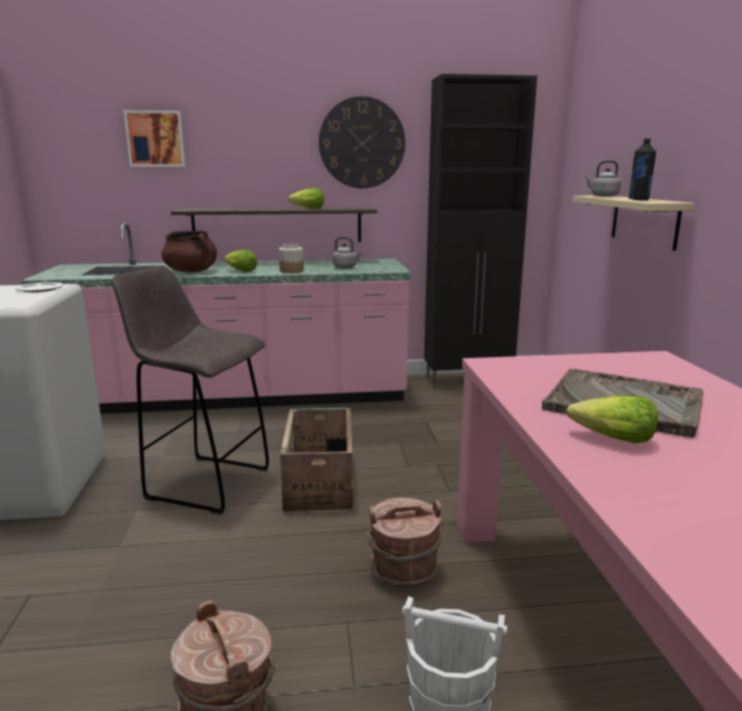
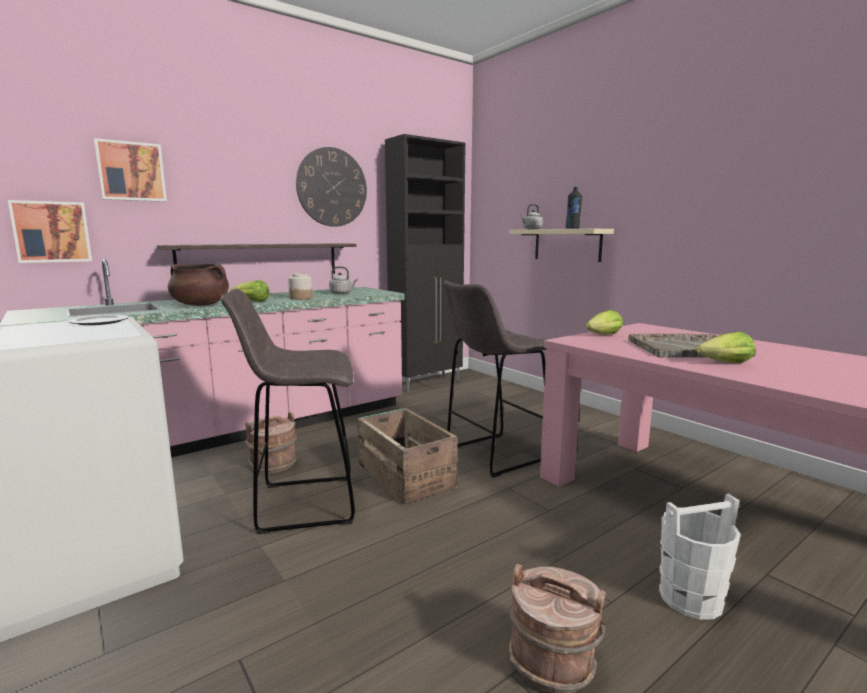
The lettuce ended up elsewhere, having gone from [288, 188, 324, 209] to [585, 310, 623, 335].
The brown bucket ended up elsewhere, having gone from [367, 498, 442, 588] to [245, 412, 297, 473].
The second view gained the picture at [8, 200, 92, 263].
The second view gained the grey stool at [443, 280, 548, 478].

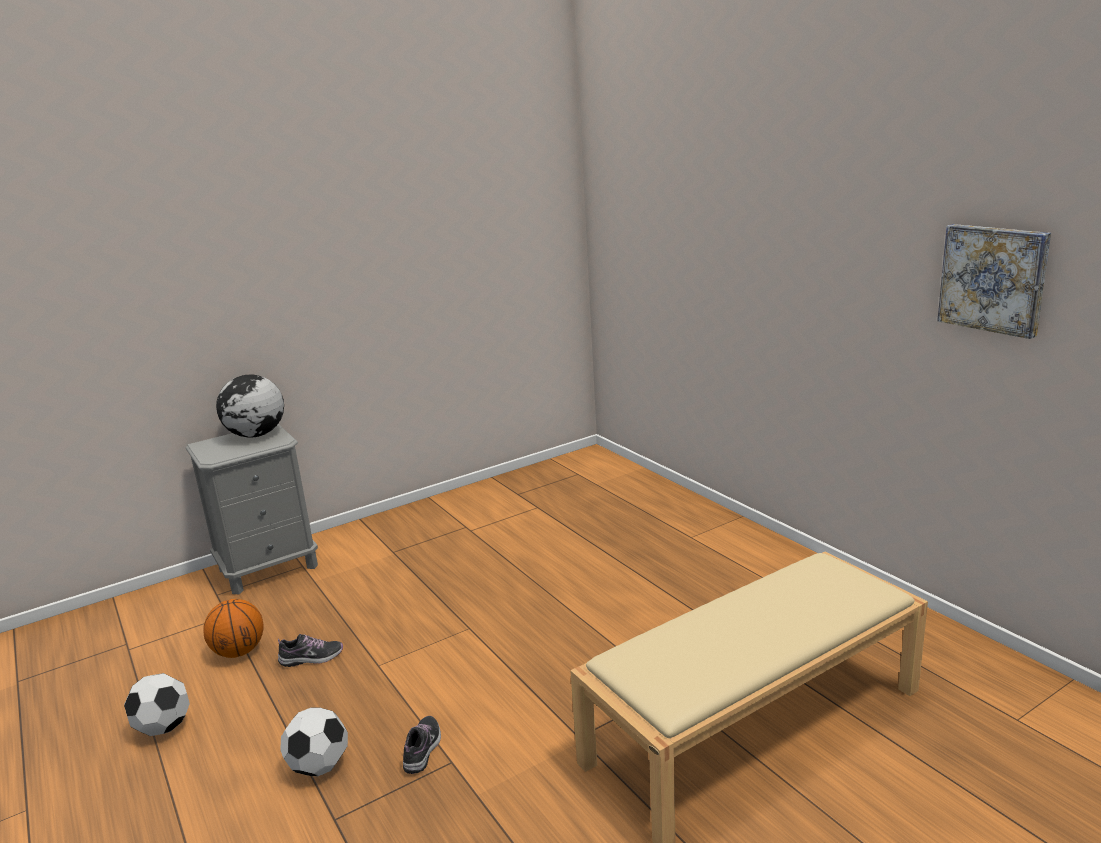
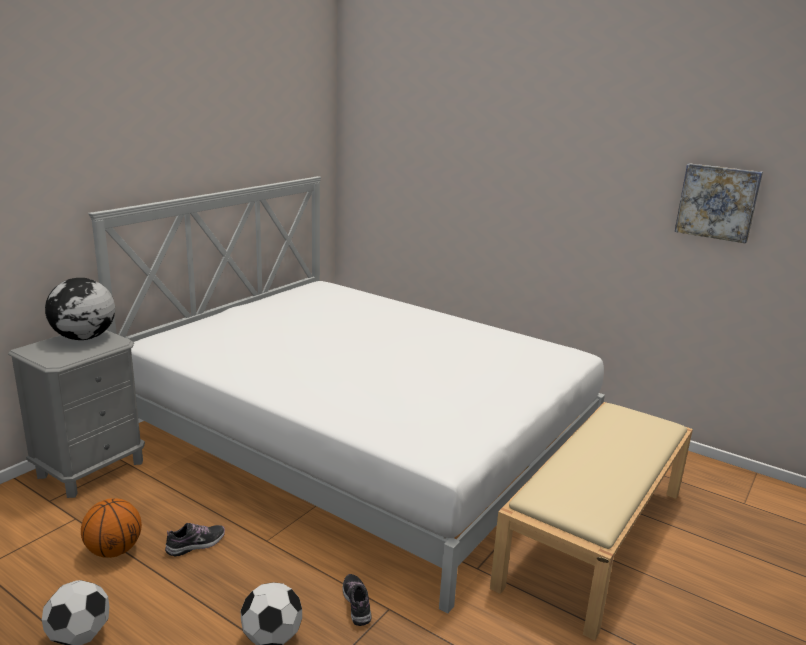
The second view gained the white bed at [88, 176, 605, 614].

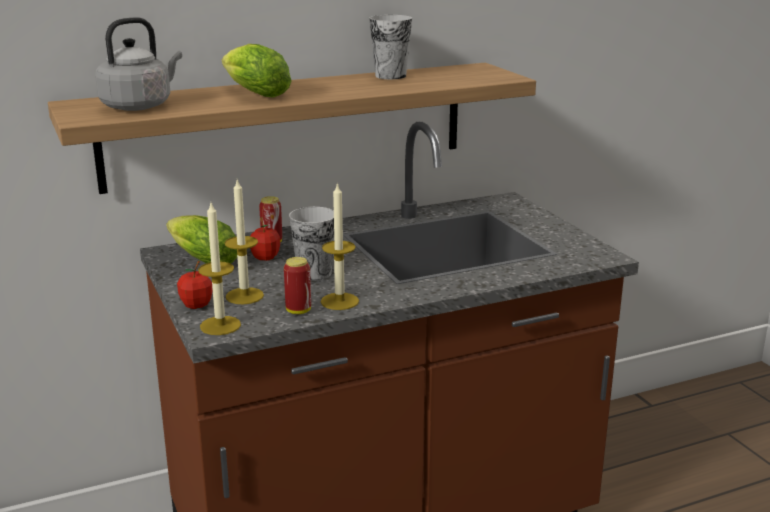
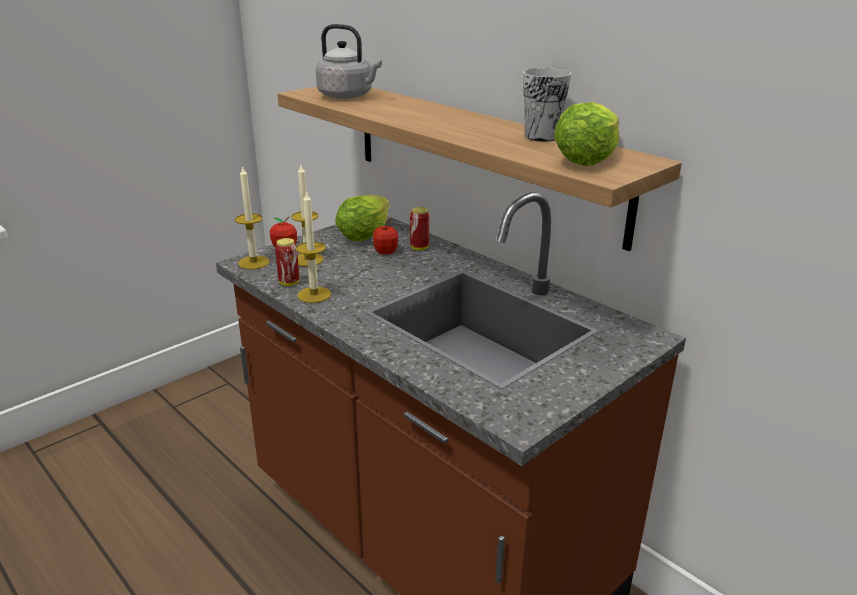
The lettuce ended up elsewhere, having gone from [222, 44, 292, 98] to [554, 102, 619, 166].
The second view lost the cup at [289, 207, 334, 280].

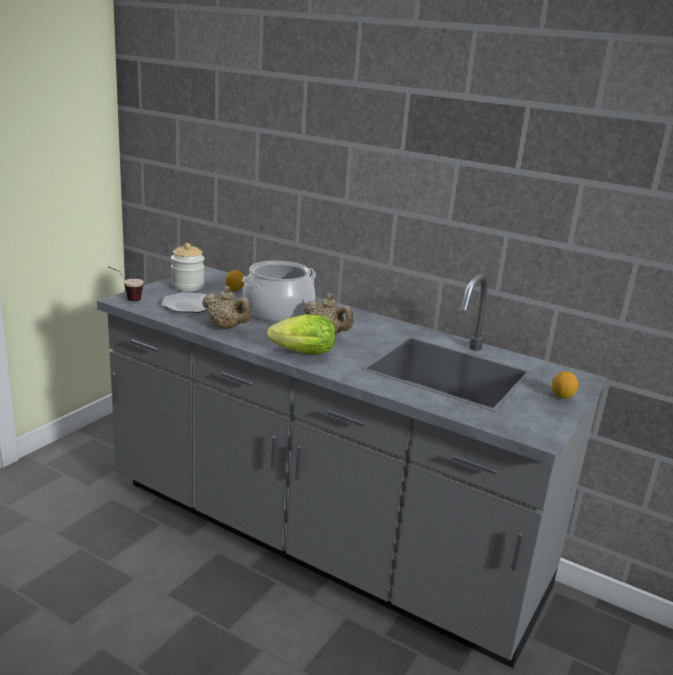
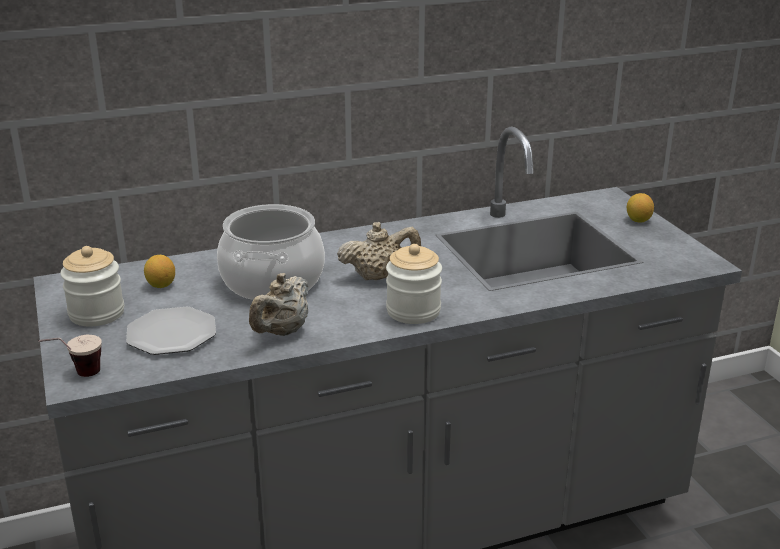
The beige teapot at [202, 286, 252, 329] ended up facing another way, 135 degrees clockwise from before.
Where the lettuce stood at [267, 314, 335, 355], the jar came to stand at [386, 244, 442, 324].

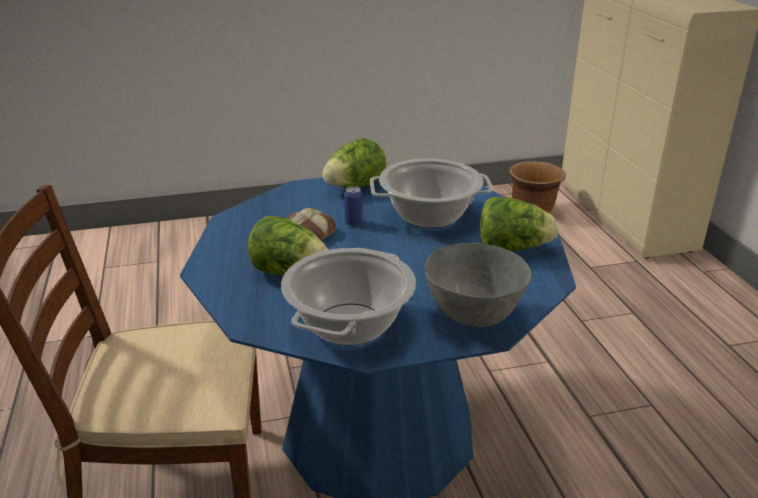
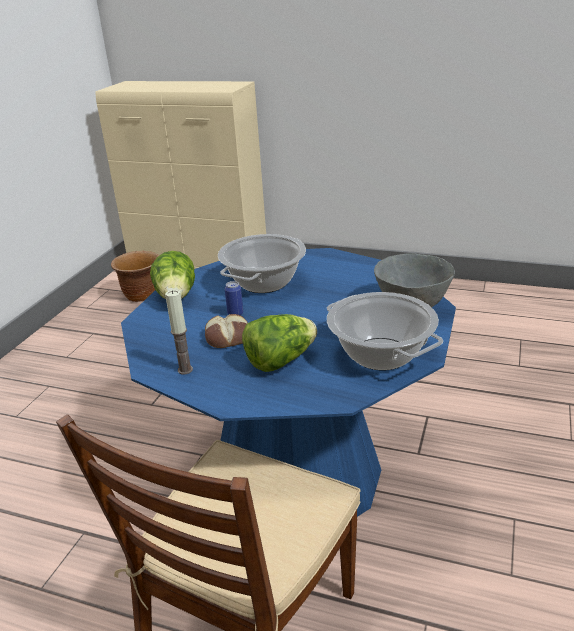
The second view lost the lettuce at [480, 197, 559, 251].
The second view gained the candle at [165, 290, 193, 374].

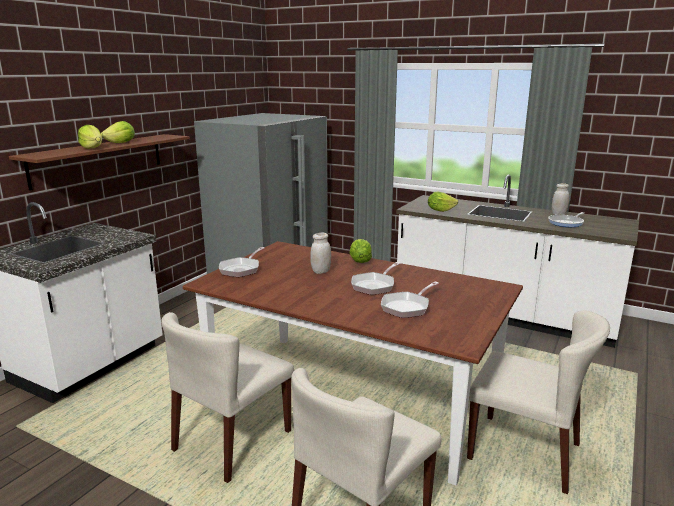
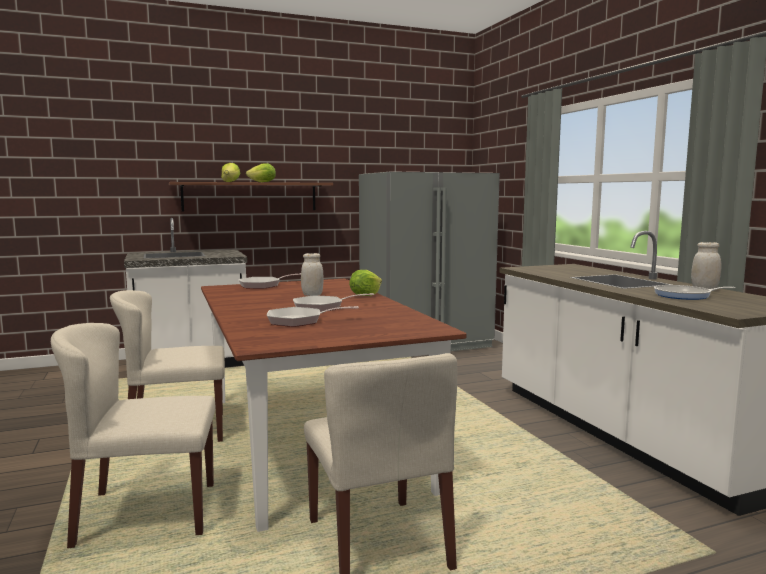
The second view lost the lettuce at [428, 192, 458, 212].

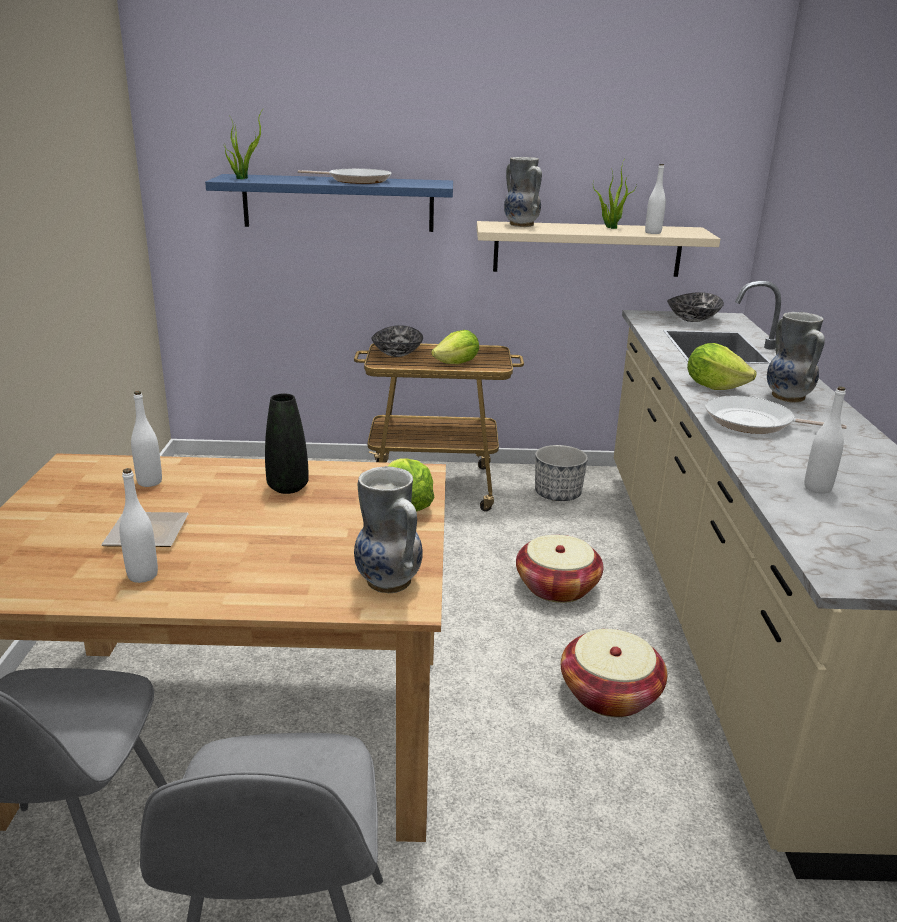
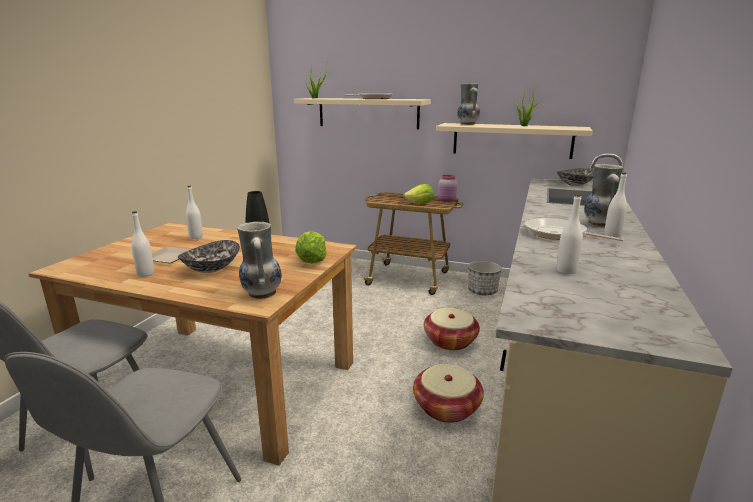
The white bottle ended up elsewhere, having gone from [645, 164, 666, 234] to [604, 173, 627, 238].
What was the blue shelf at [205, 174, 453, 232] turned into the beige shelf at [294, 98, 431, 129].
The bowl ended up elsewhere, having gone from [371, 325, 423, 357] to [178, 240, 240, 273].
The second view lost the lettuce at [687, 343, 757, 390].
The second view gained the pink jar at [438, 175, 457, 202].

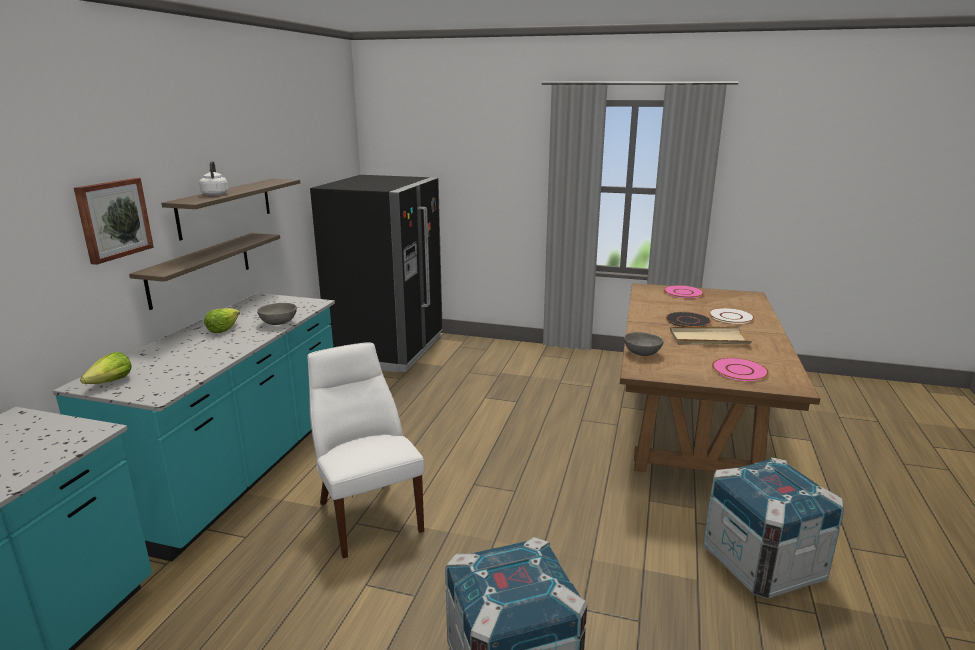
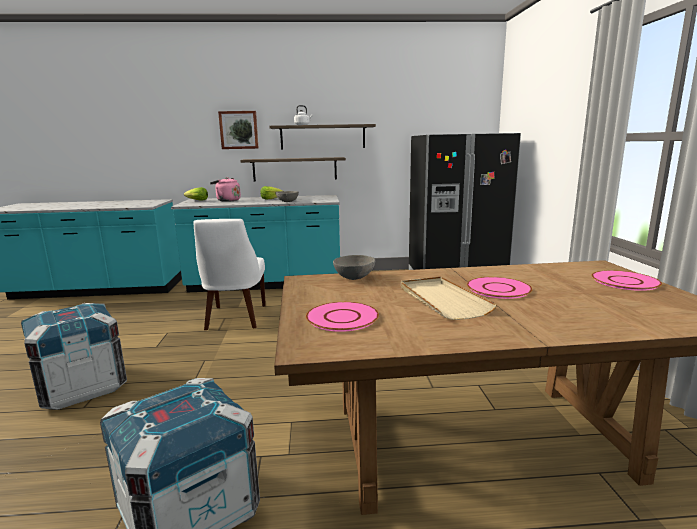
The second view lost the white plate at [709, 308, 755, 324].
What was the black plate at [666, 312, 711, 327] turned into the pink plate at [467, 277, 533, 299].
The white chair at [308, 342, 425, 558] ended up facing another way, 135 degrees clockwise from before.
The second view gained the pink kettle at [210, 177, 241, 202].

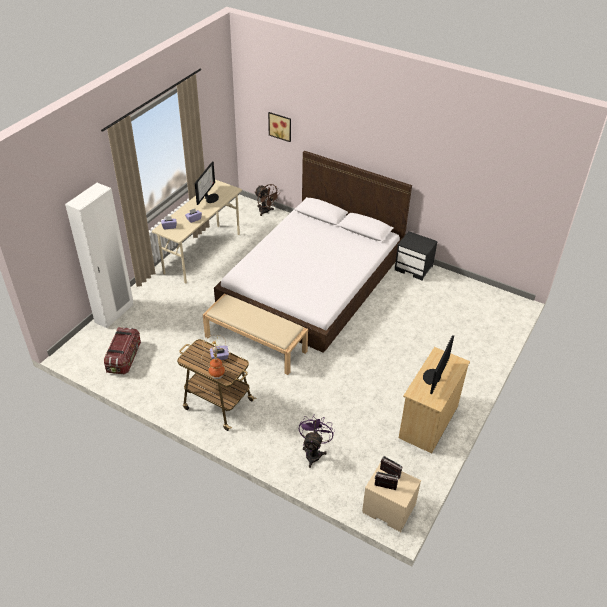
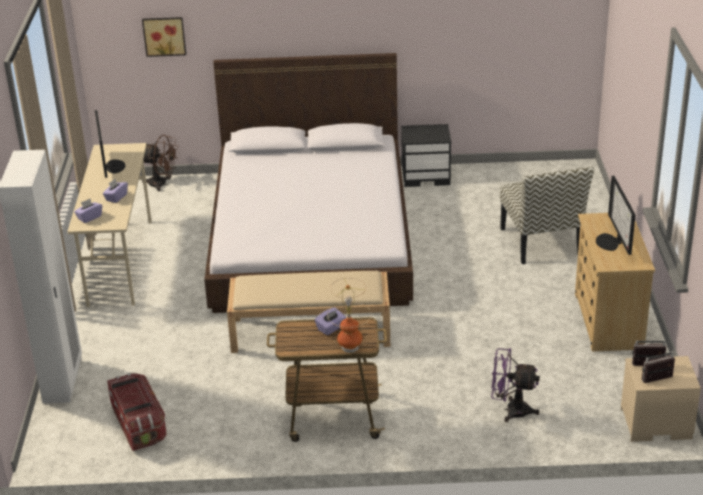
The purple fan at [299, 414, 335, 468] ended up facing another way, 60 degrees counterclockwise from before.
The second view gained the chair at [500, 167, 594, 264].

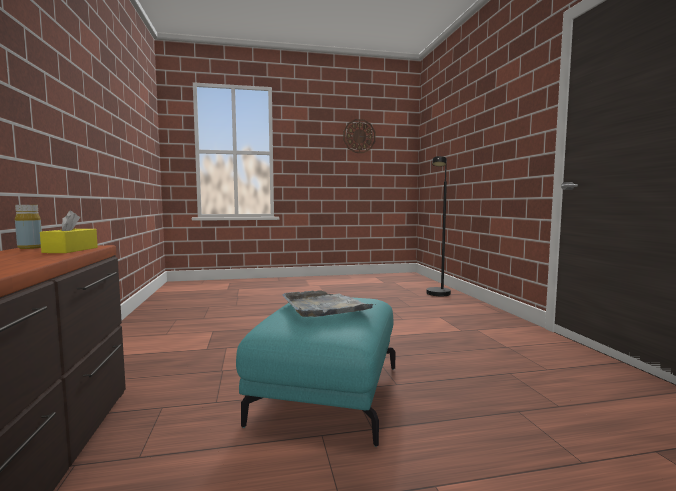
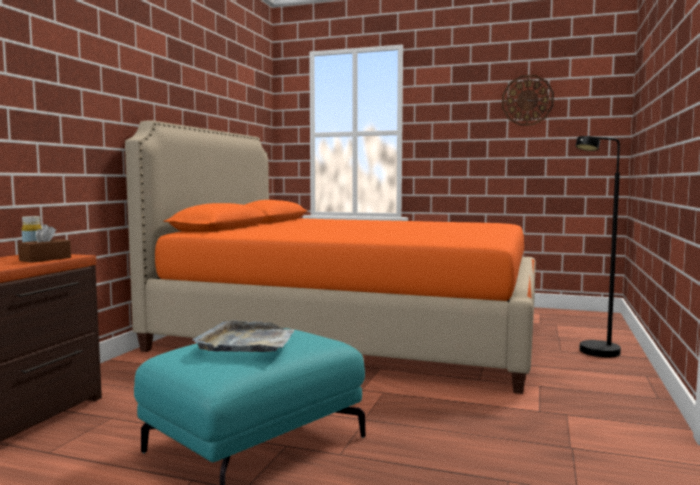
What was the yellow tissue box at [40, 211, 98, 253] turned into the brown tissue box at [18, 224, 71, 263].
The second view gained the orange bed at [125, 121, 536, 394].

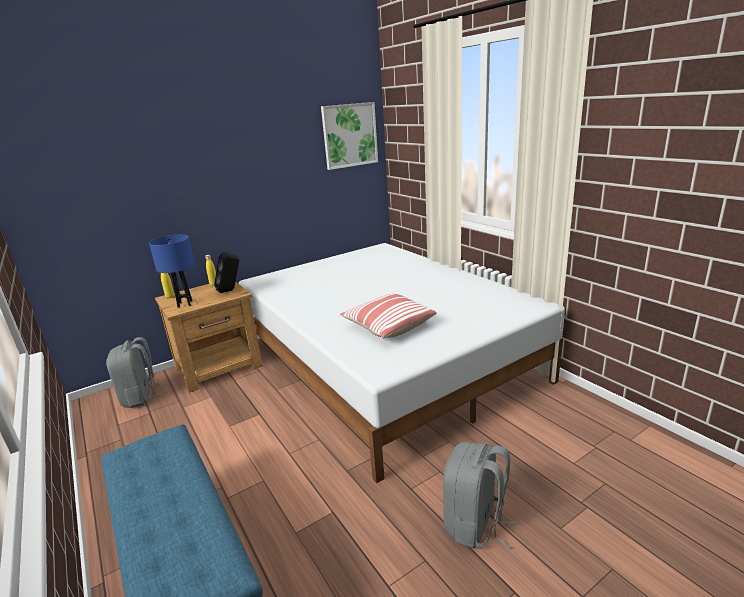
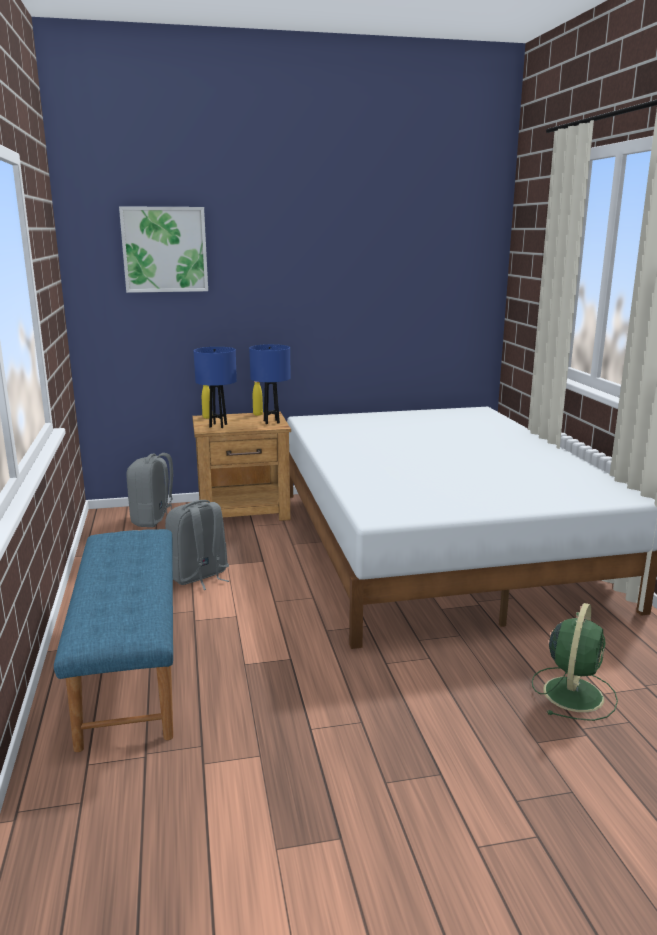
The picture ended up elsewhere, having gone from [321, 102, 378, 170] to [119, 206, 208, 293].
Where the black speaker stood at [214, 252, 239, 293], the blue table lamp came to stand at [249, 344, 291, 424].
The second view lost the pillow at [340, 293, 437, 339].
The grey backpack ended up elsewhere, having gone from [443, 442, 518, 549] to [165, 500, 229, 590].
The second view gained the green fan at [532, 603, 618, 721].

